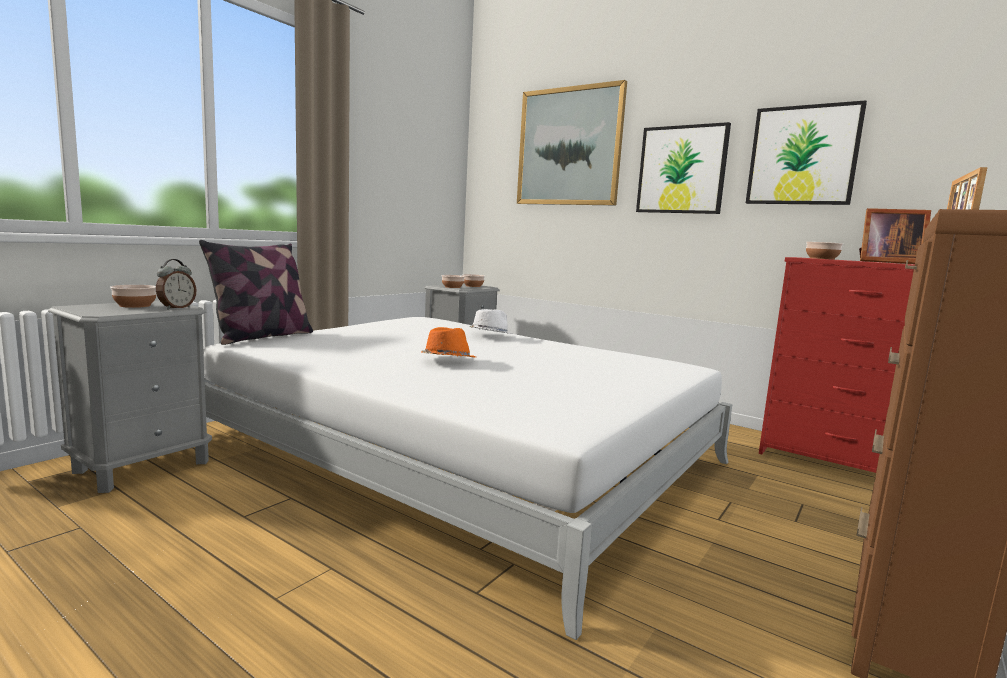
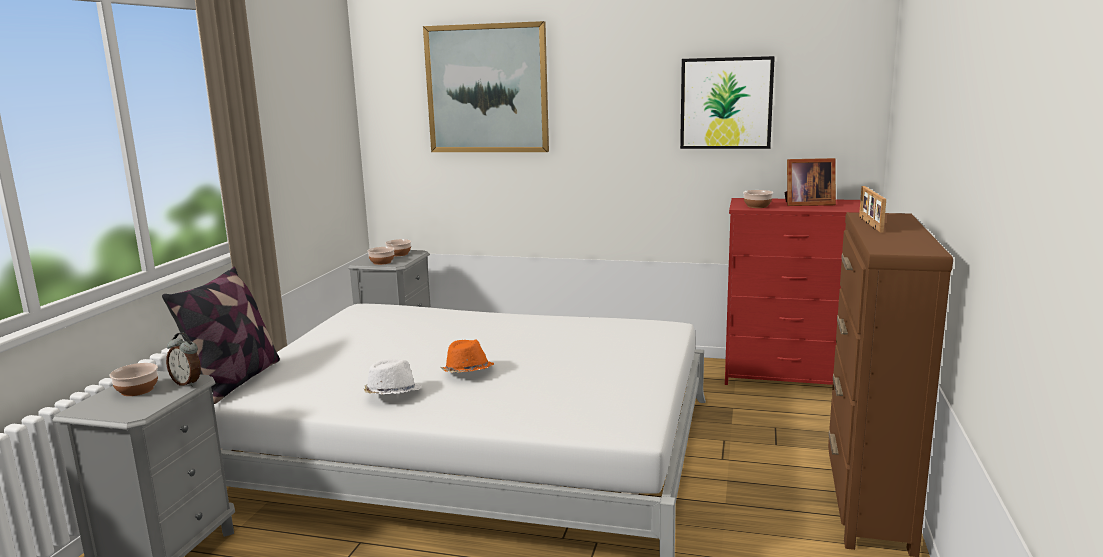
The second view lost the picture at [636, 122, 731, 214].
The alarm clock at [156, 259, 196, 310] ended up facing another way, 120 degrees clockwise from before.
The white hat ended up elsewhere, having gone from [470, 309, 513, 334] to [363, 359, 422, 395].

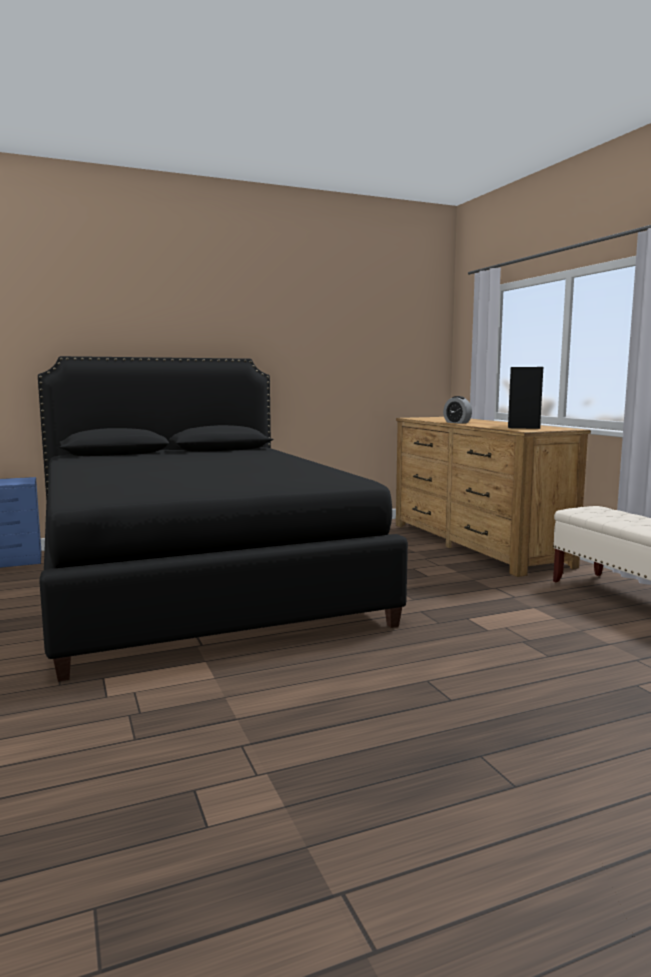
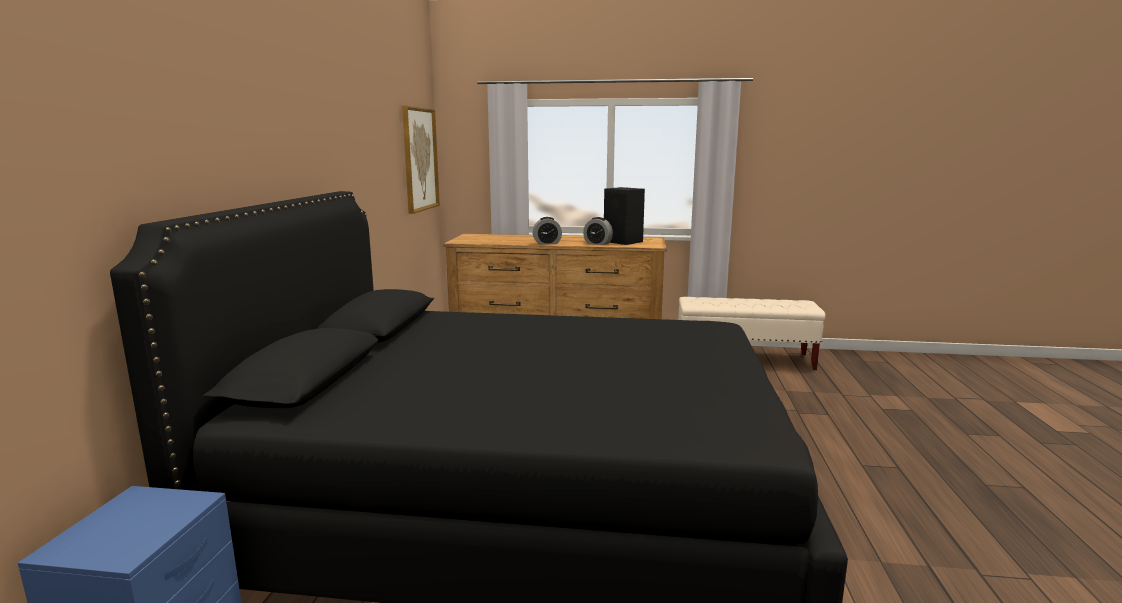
The second view gained the picture at [402, 106, 440, 214].
The second view gained the alarm clock at [583, 217, 613, 245].

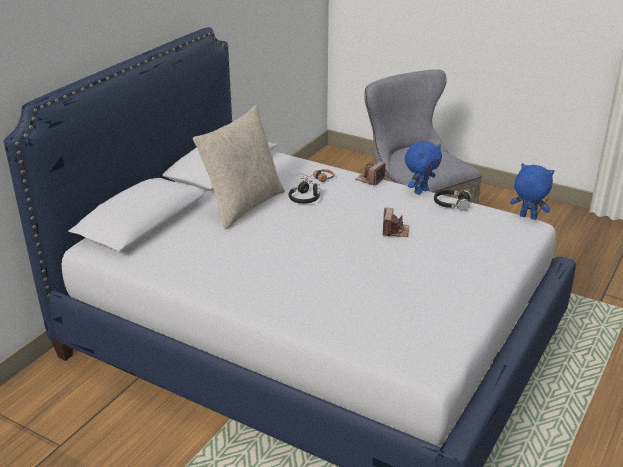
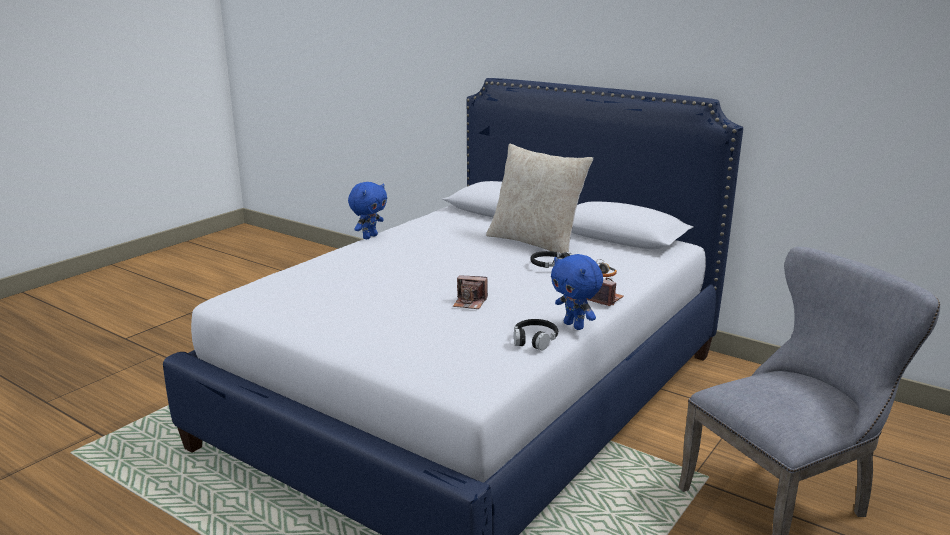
The blue plush toy ended up elsewhere, having gone from [510, 163, 554, 220] to [348, 182, 387, 239].

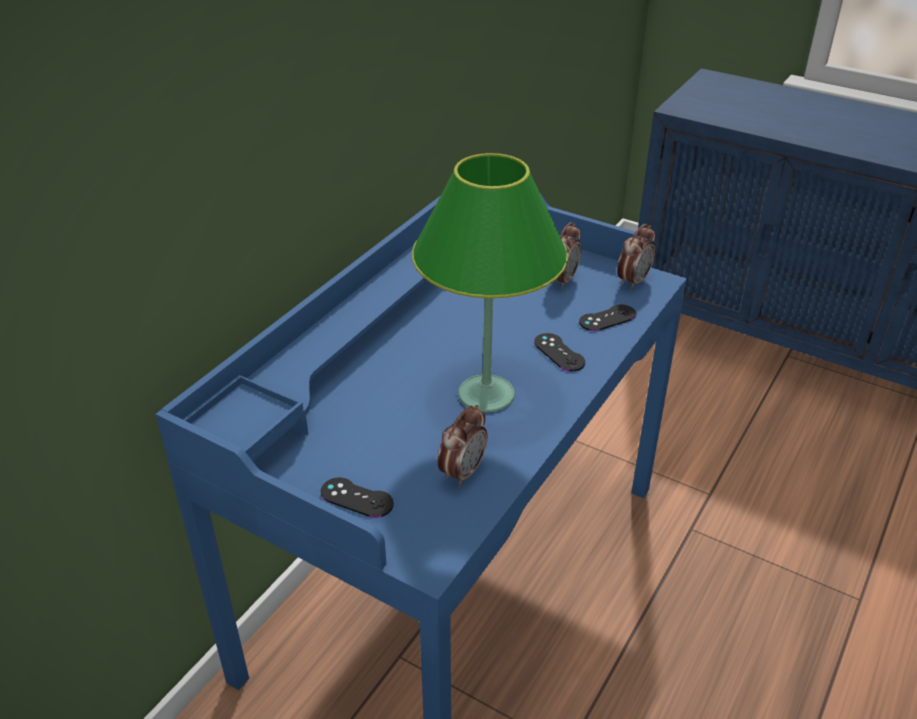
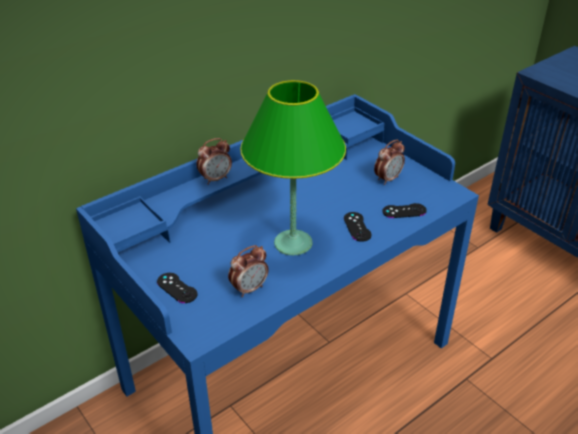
The alarm clock ended up elsewhere, having gone from [617, 224, 656, 290] to [196, 138, 232, 185].

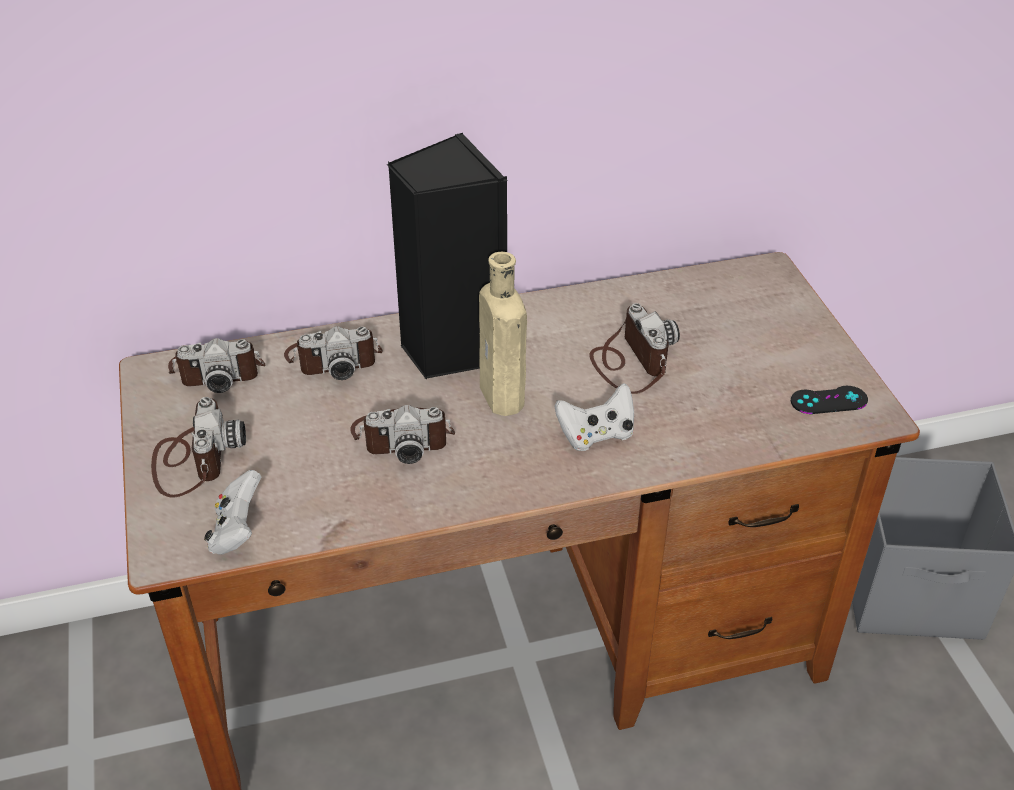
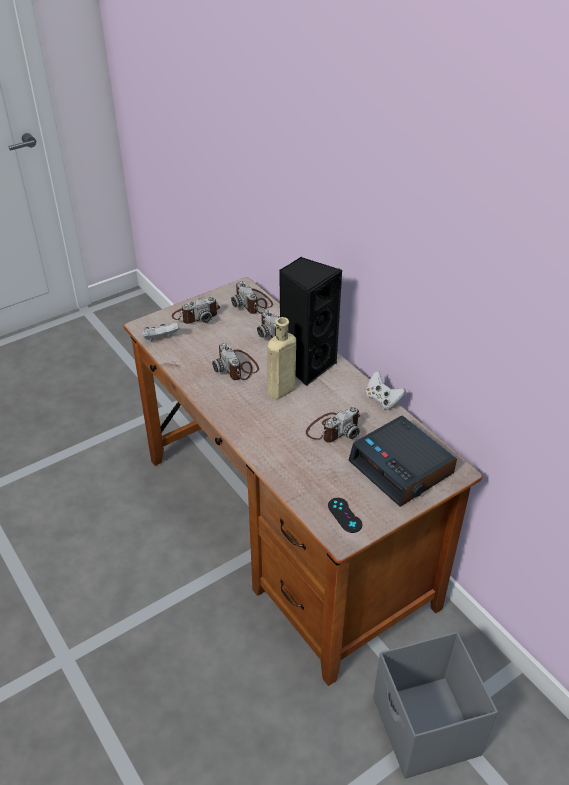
The white game controller ended up elsewhere, having gone from [554, 383, 634, 451] to [365, 371, 406, 410].
The second view gained the alarm clock at [348, 415, 457, 507].

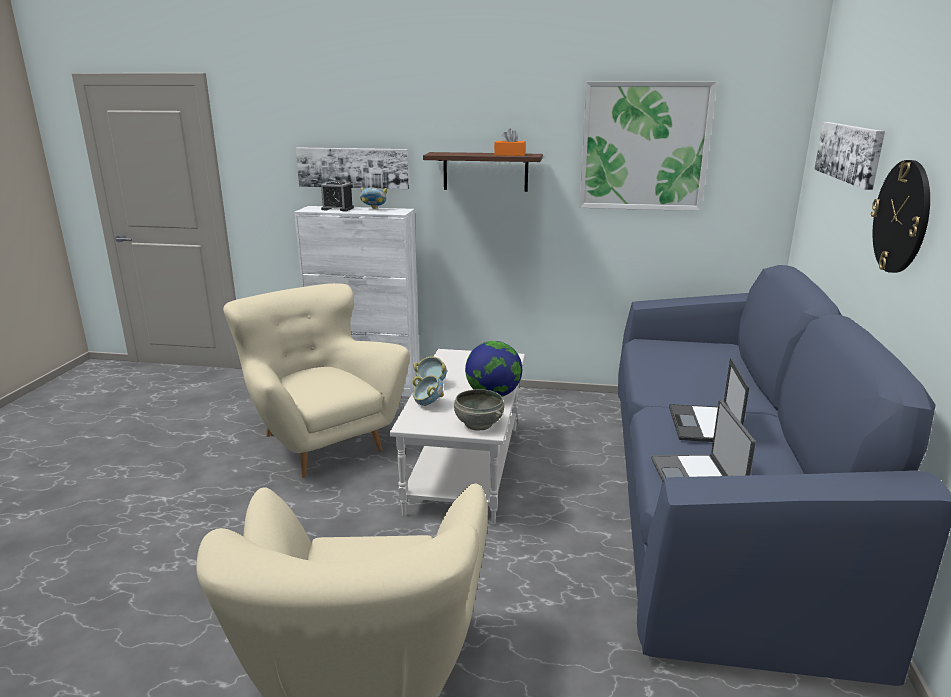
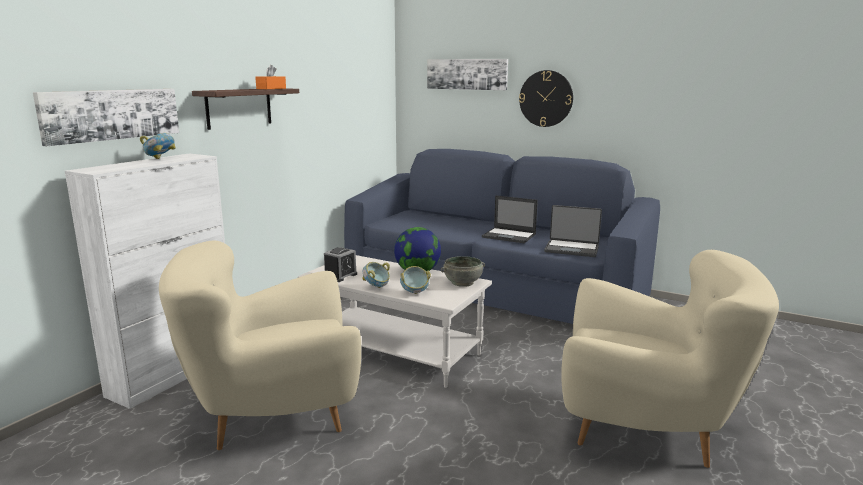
The second view lost the picture at [579, 81, 717, 211].
The alarm clock ended up elsewhere, having gone from [321, 180, 354, 211] to [324, 247, 357, 282].

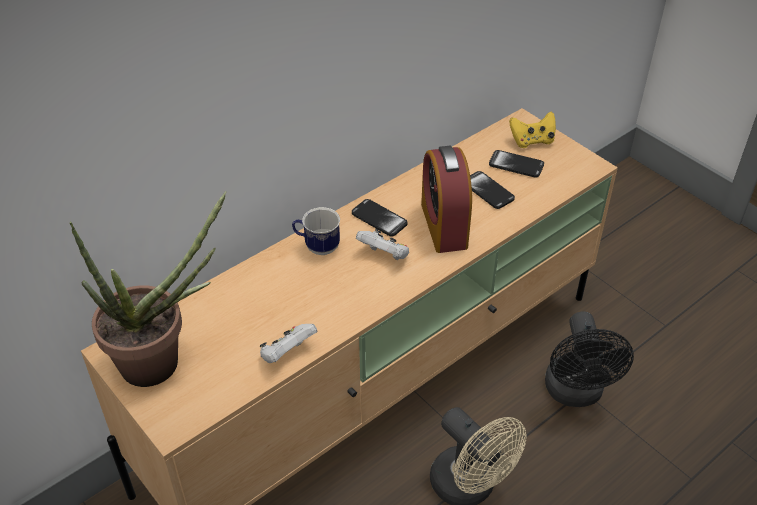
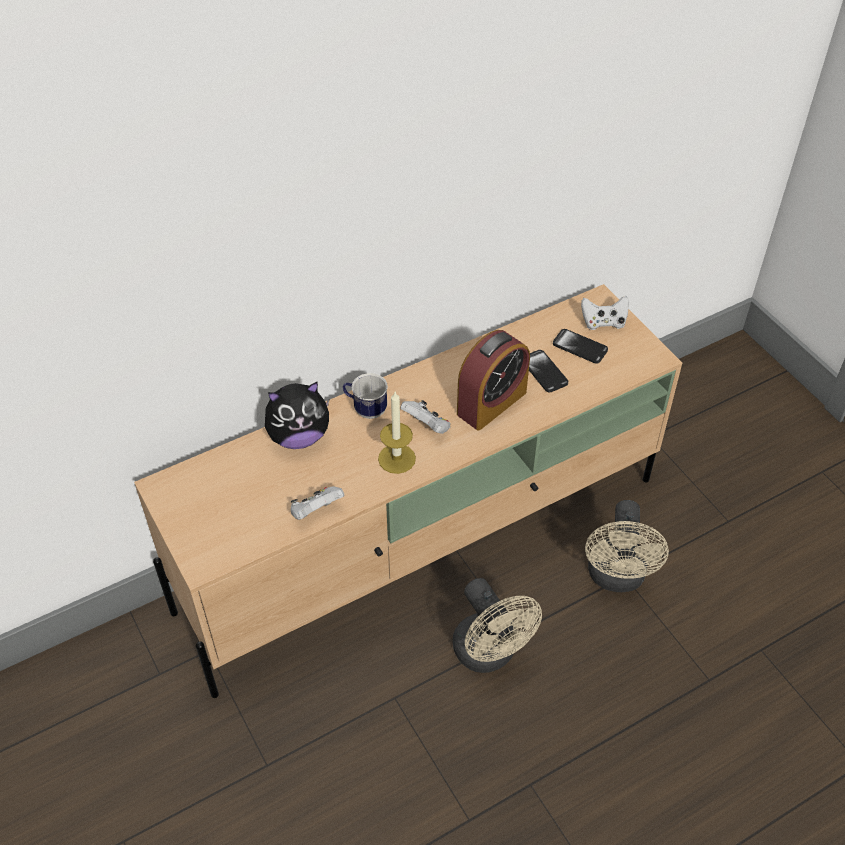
What was the yellow game controller at [509, 111, 556, 148] turned into the white game controller at [581, 296, 629, 330].
The alarm clock at [421, 146, 472, 253] ended up facing another way, 135 degrees counterclockwise from before.
The second view lost the potted plant at [70, 191, 227, 387].
The second view lost the phone at [352, 199, 408, 237].
What was the black fan at [545, 312, 634, 407] turned into the beige fan at [585, 500, 669, 592].
The second view gained the plush toy at [265, 381, 330, 449].
The second view gained the candle at [378, 392, 416, 474].

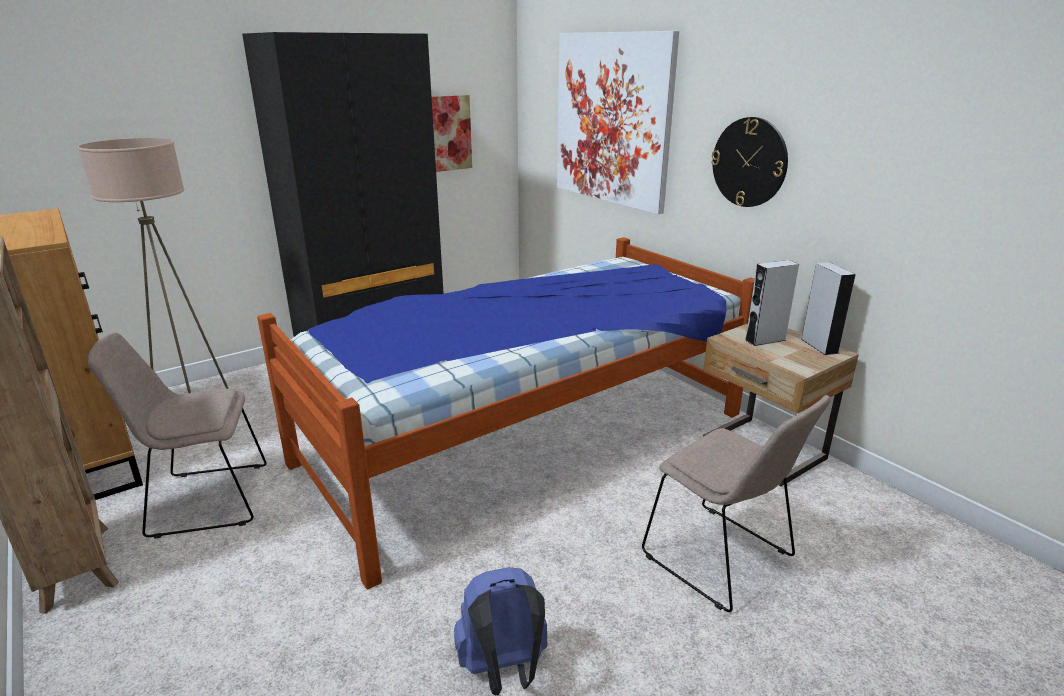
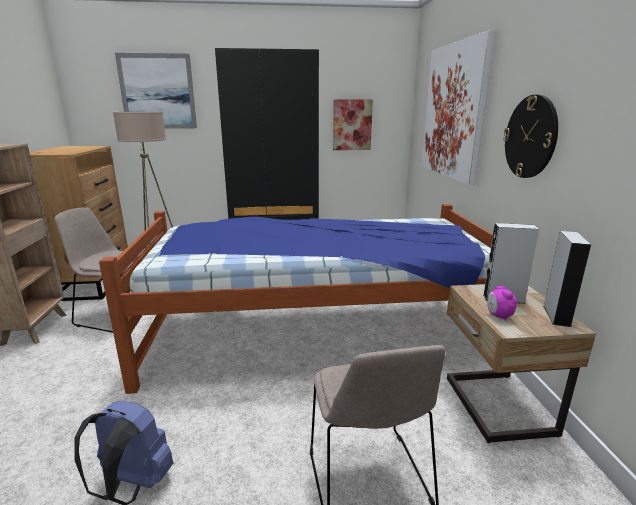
The second view gained the picture at [115, 53, 197, 129].
The second view gained the alarm clock at [487, 286, 517, 321].

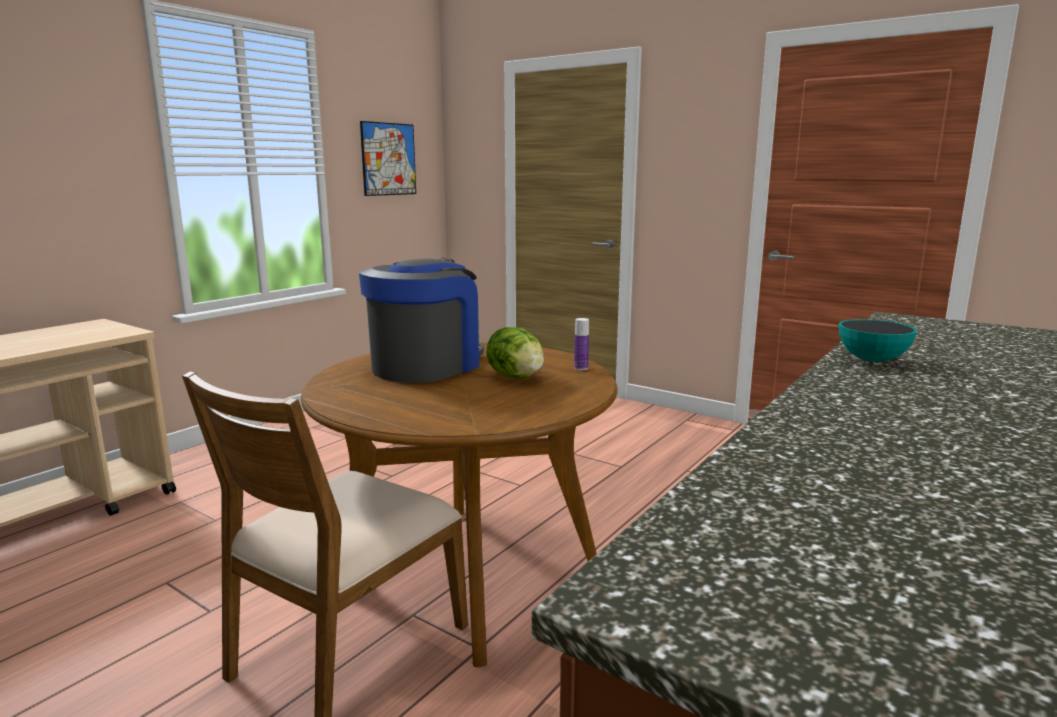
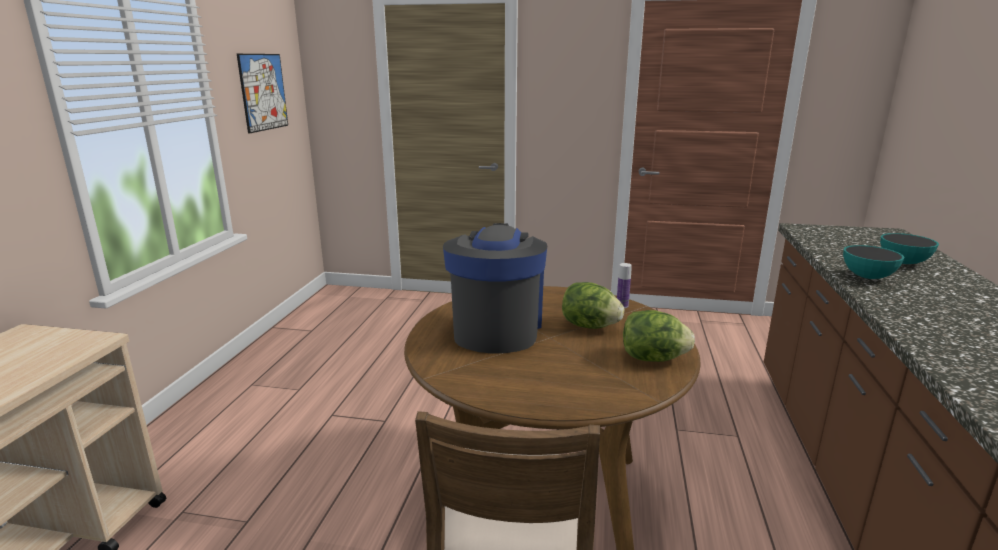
The second view gained the bowl at [880, 233, 939, 264].
The second view gained the lettuce at [623, 310, 695, 362].

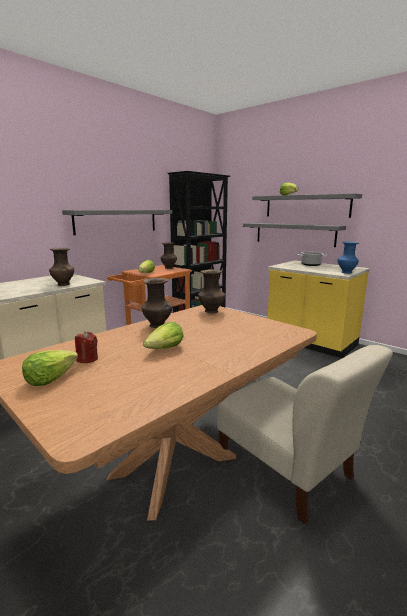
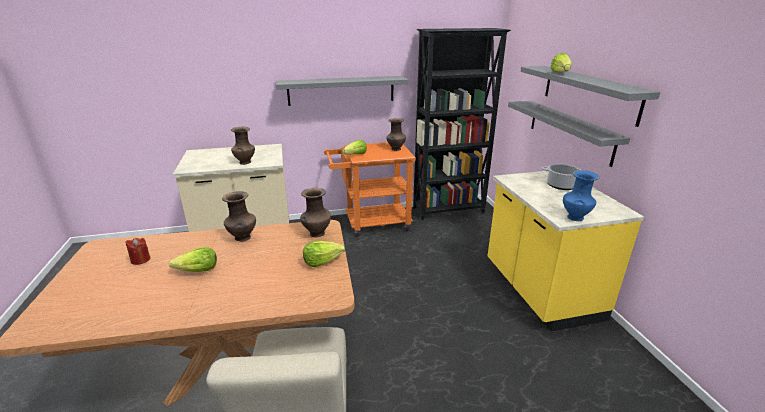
The lettuce ended up elsewhere, having gone from [22, 350, 78, 386] to [303, 241, 345, 267].

